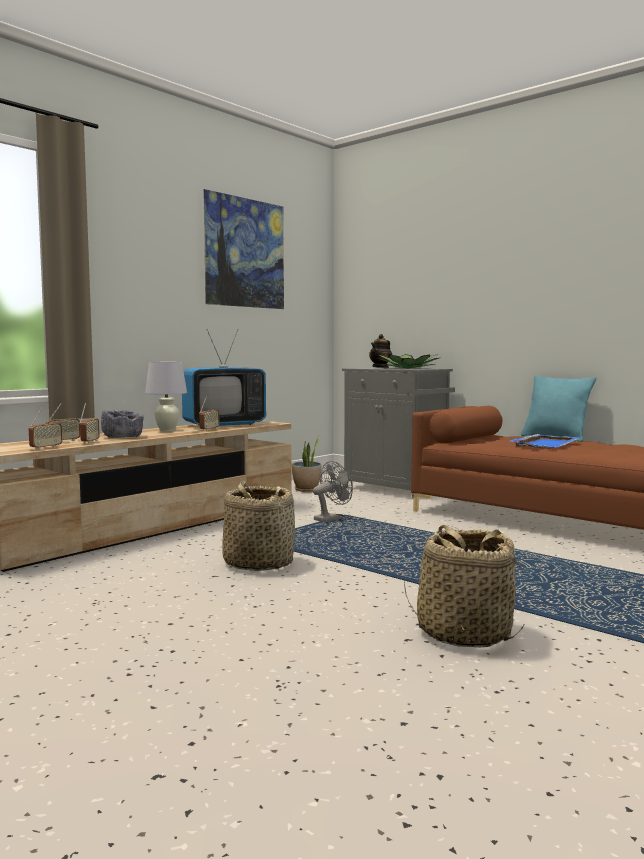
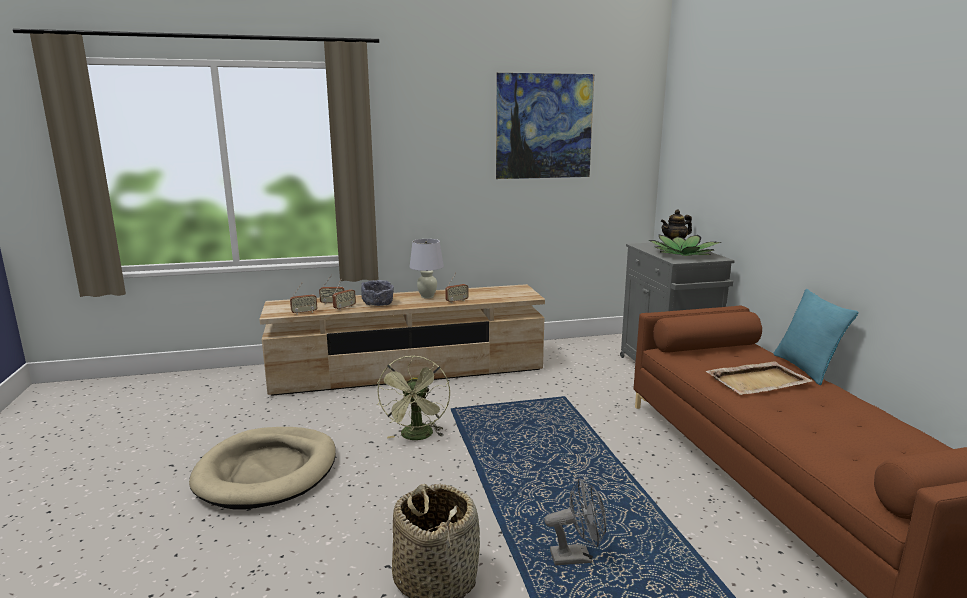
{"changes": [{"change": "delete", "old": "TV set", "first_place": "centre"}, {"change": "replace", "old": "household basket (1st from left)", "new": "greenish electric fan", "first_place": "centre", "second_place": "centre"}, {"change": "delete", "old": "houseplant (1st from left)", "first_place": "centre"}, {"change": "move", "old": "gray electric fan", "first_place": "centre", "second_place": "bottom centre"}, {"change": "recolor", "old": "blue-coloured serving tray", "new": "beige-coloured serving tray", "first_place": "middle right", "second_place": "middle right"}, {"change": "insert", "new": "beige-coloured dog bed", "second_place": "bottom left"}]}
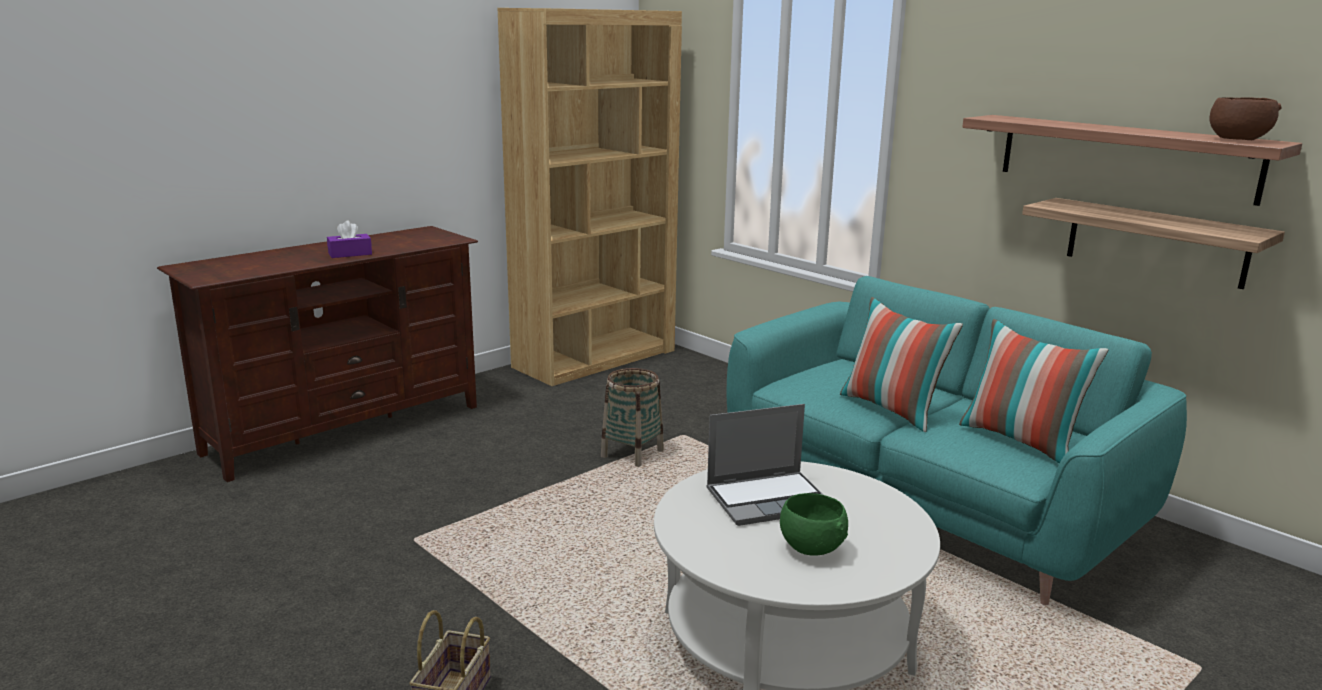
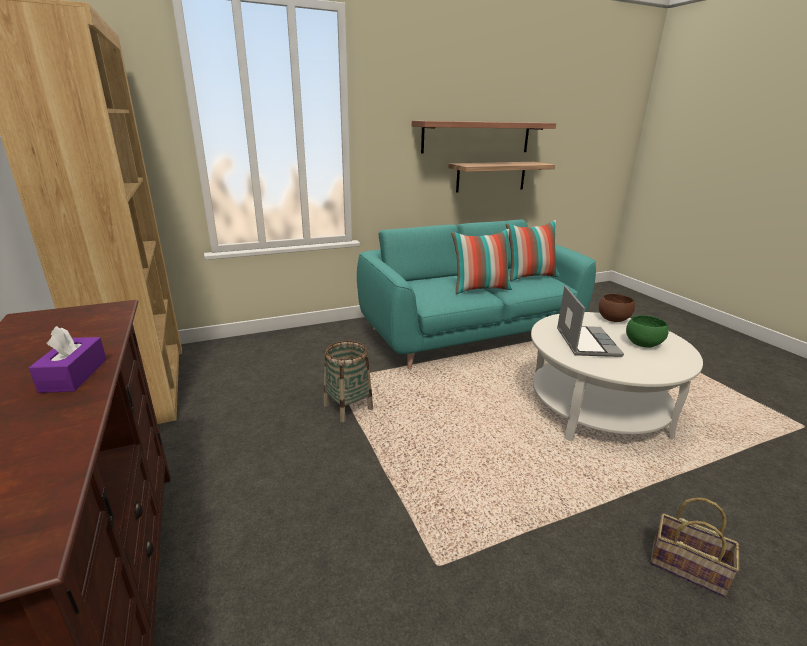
{"changes": [{"change": "move", "old": "brownish serving bowl", "first_place": "top right", "second_place": "middle right"}]}
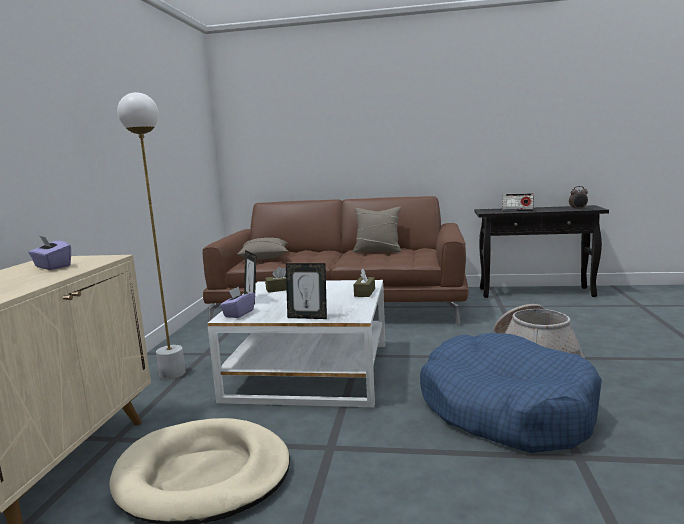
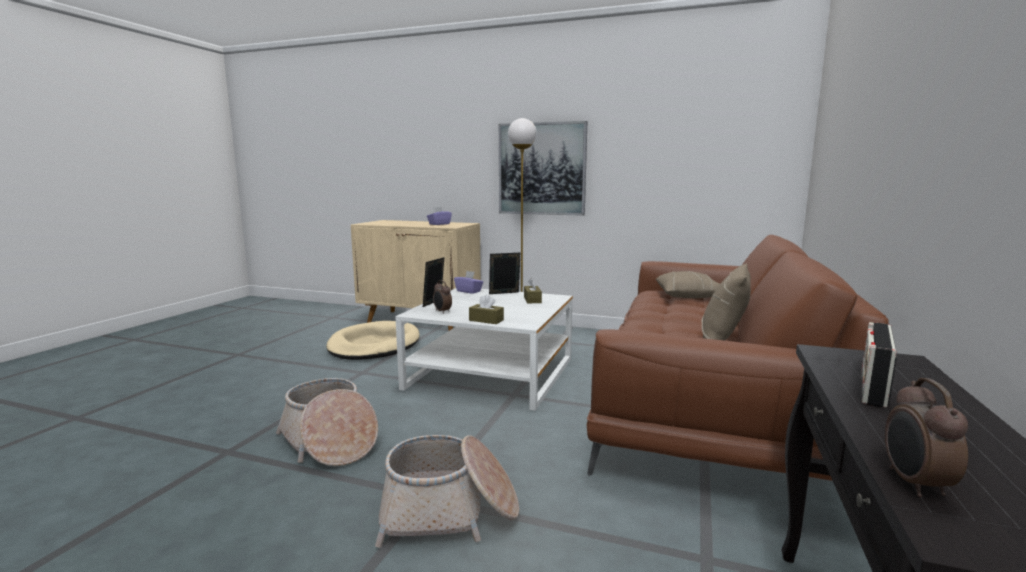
{"changes": [{"change": "replace", "old": "blue-coloured dog bed", "new": "household basket (1st from left)", "first_place": "bottom right", "second_place": "bottom left"}, {"change": "insert", "new": "alarm clock (1st from left)", "second_place": "centre"}, {"change": "insert", "new": "wall picture", "second_place": "top centre"}]}
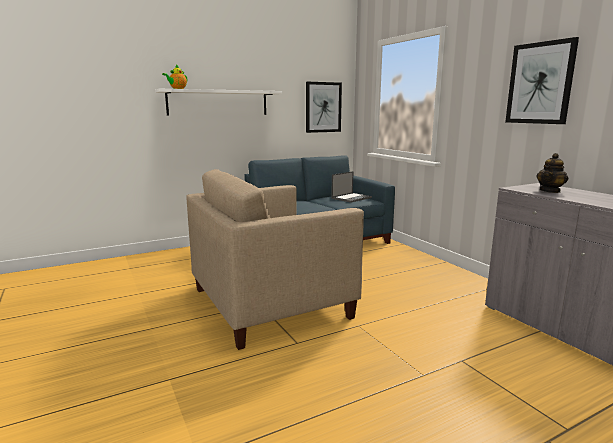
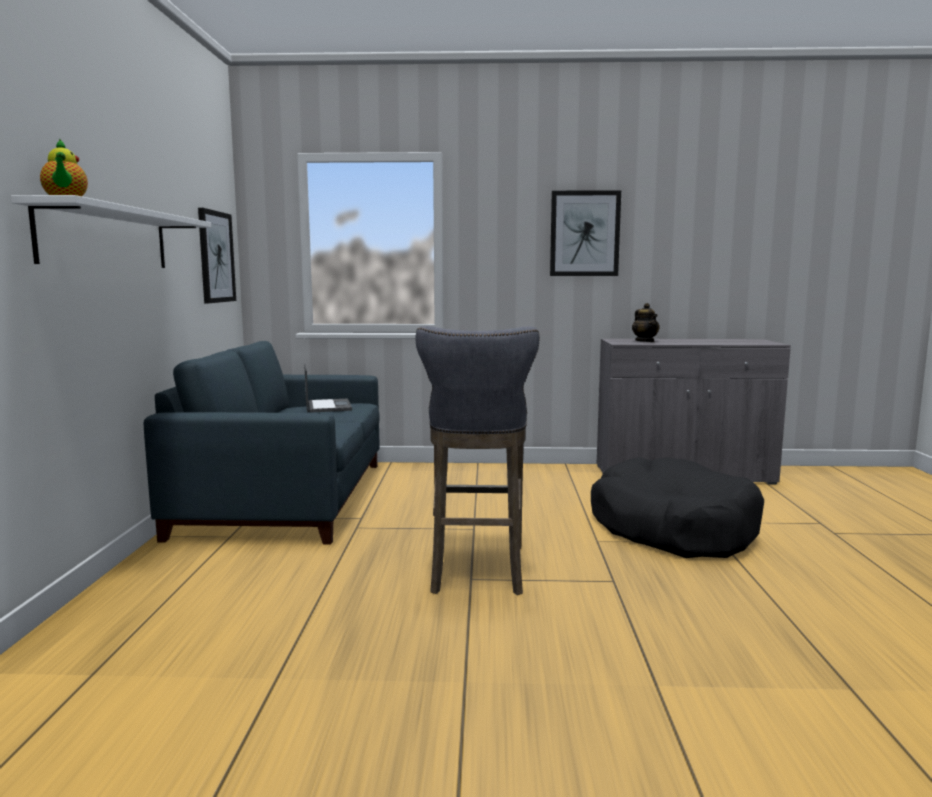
{"changes": [{"change": "replace", "old": "beige-coloured armchair", "new": "gray stool", "first_place": "centre", "second_place": "centre"}, {"change": "insert", "new": "blackish dog bed", "second_place": "middle right"}]}
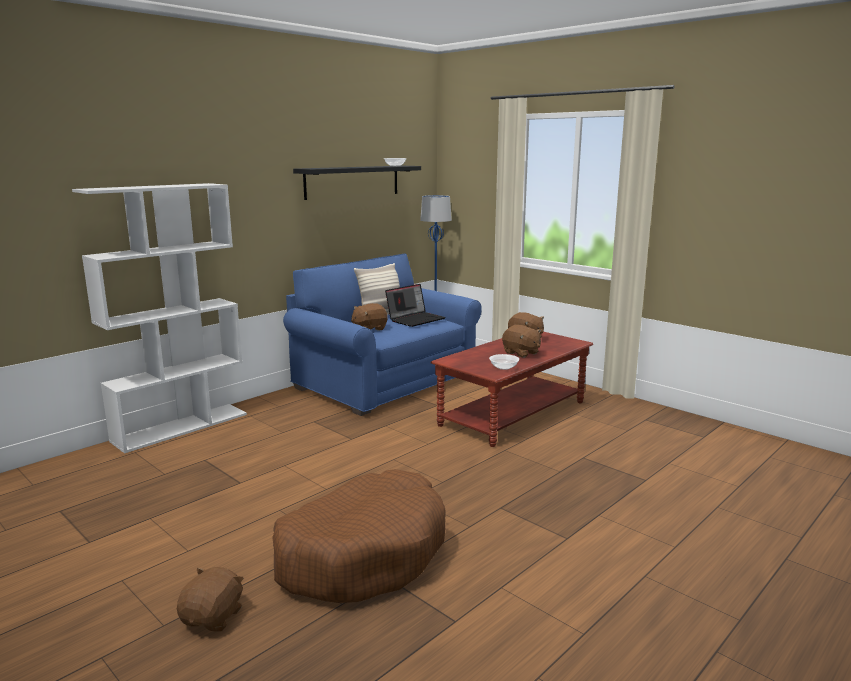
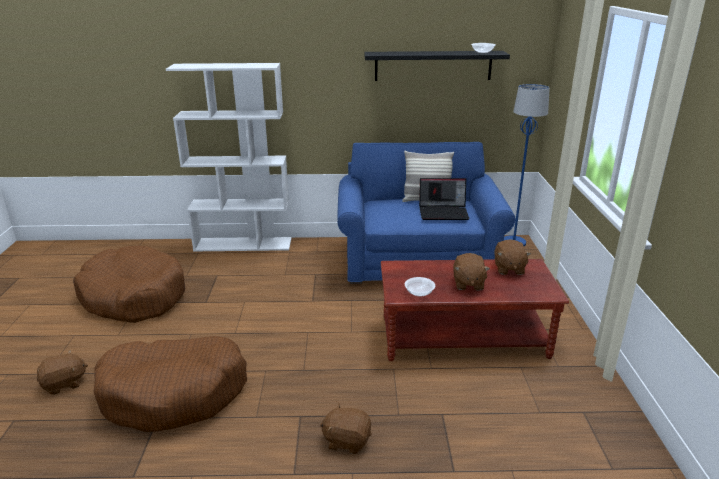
{"changes": [{"change": "move", "old": "brownish plush toy (2nd from left)", "first_place": "centre", "second_place": "bottom centre"}, {"change": "insert", "new": "brownish dog bed (1st from left)", "second_place": "middle left"}]}
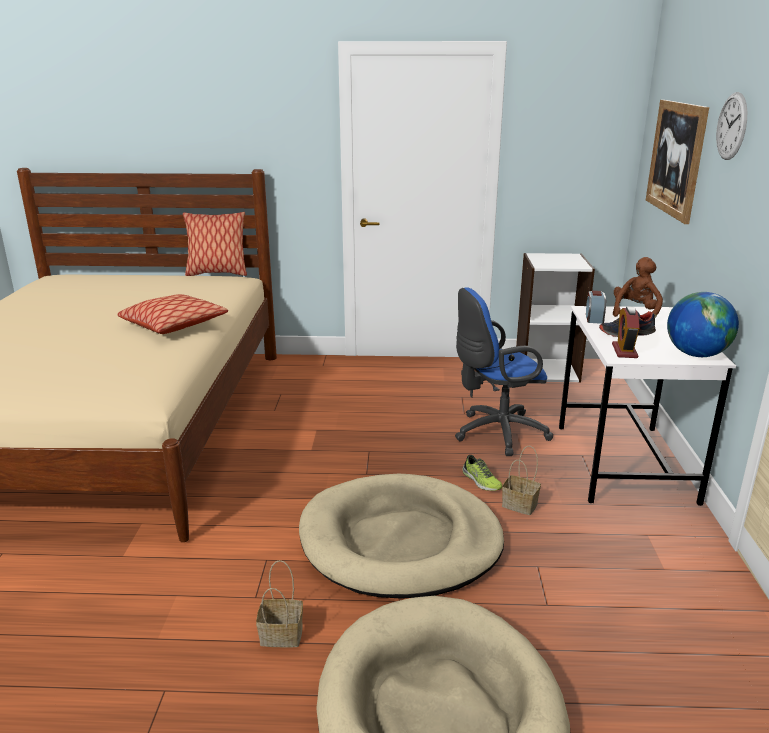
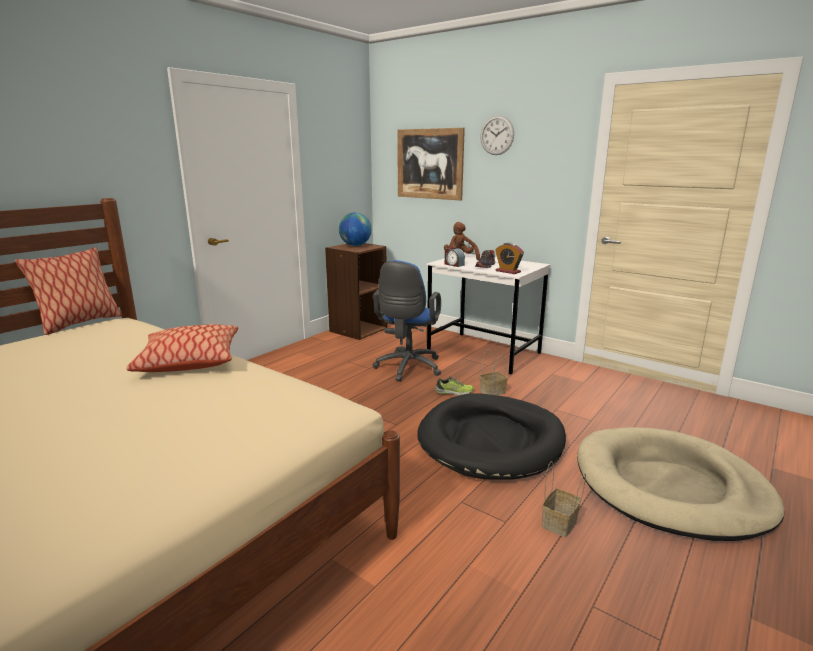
{"changes": [{"change": "recolor", "old": "beige-coloured dog bed (1st from left)", "new": "blackish dog bed", "first_place": "bottom centre", "second_place": "bottom centre"}, {"change": "recolor", "old": "white bookshelf", "new": "brownish bookshelf", "first_place": "middle right", "second_place": "centre"}, {"change": "move", "old": "world globe", "first_place": "middle right", "second_place": "centre"}]}
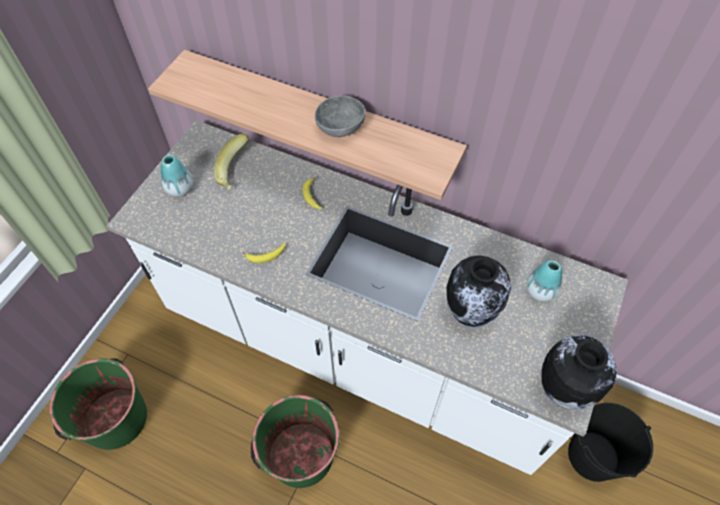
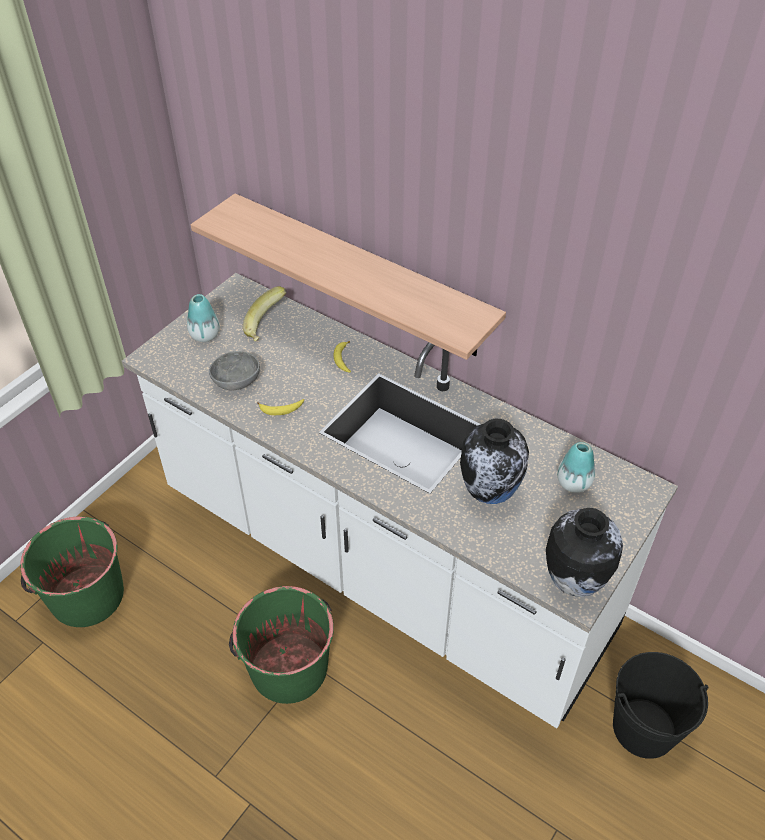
{"changes": [{"change": "move", "old": "gray serving bowl", "first_place": "top centre", "second_place": "middle left"}]}
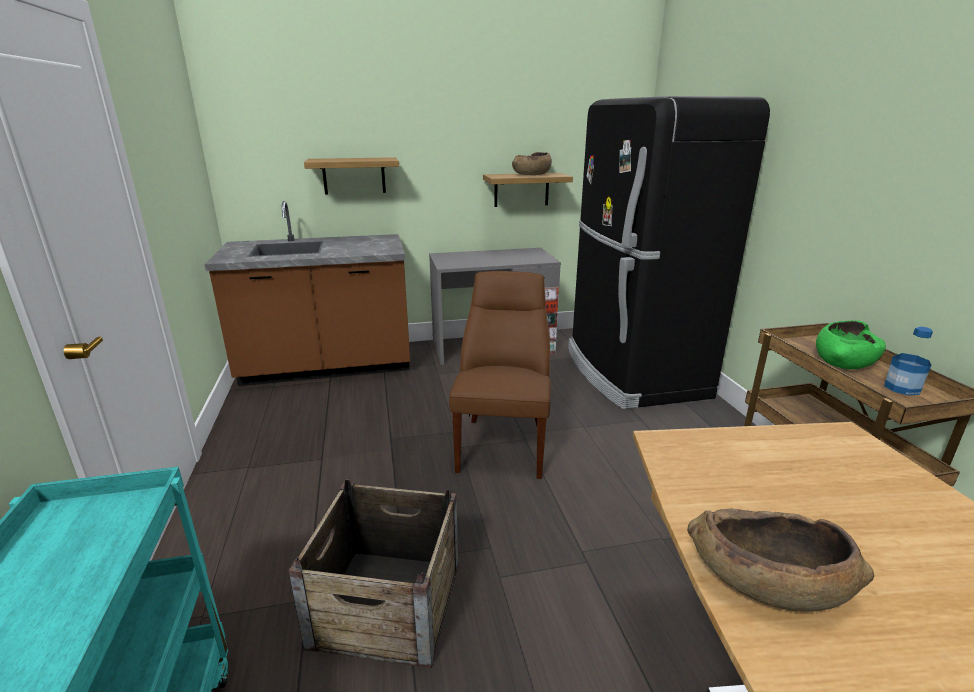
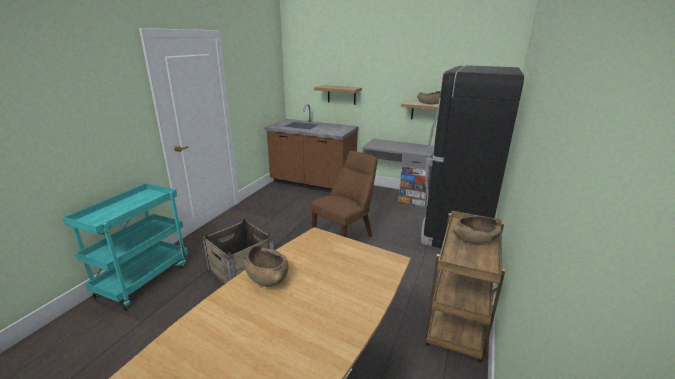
{"changes": [{"change": "recolor", "old": "greenish serving bowl", "new": "brownish serving bowl (3rd from left)", "first_place": "middle right", "second_place": "middle right"}, {"change": "delete", "old": "beverage bottle", "first_place": "middle right"}]}
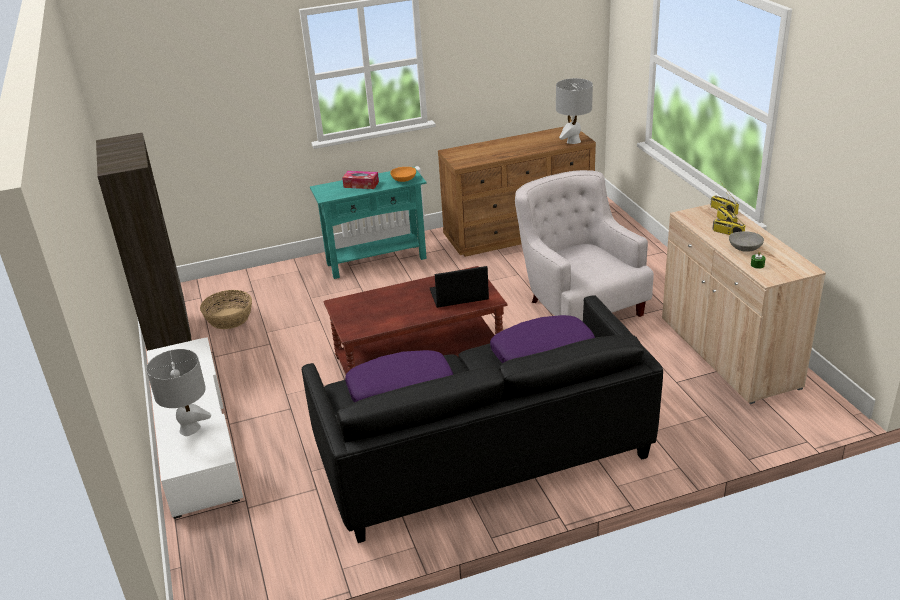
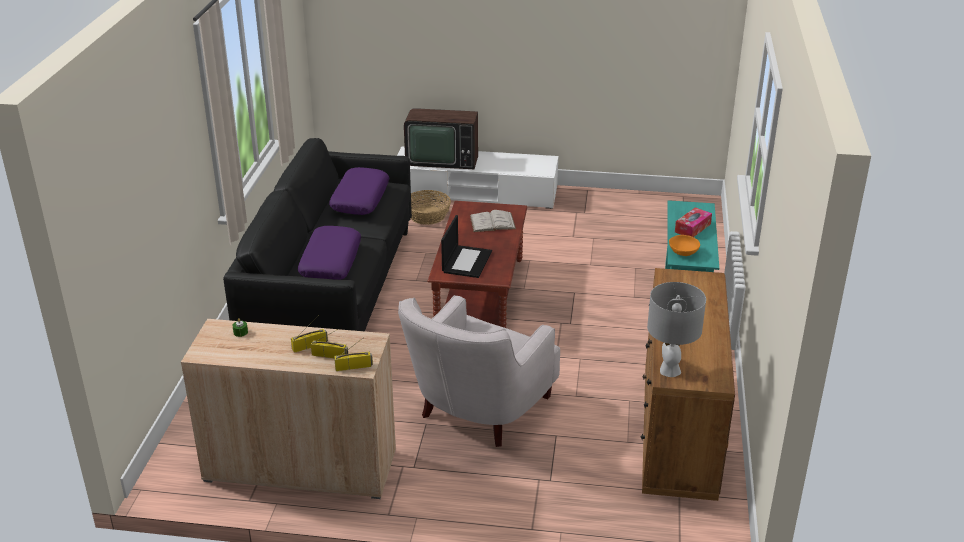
{"changes": [{"change": "delete", "old": "brownish bookshelf", "first_place": "middle left"}, {"change": "replace", "old": "gray tabletop lamp (1st from left)", "new": "TV set", "first_place": "middle left", "second_place": "top centre"}, {"change": "move", "old": "household basket", "first_place": "middle left", "second_place": "centre"}, {"change": "rotate", "old": "white armchair", "first_place": "centre", "second_place": "bottom centre", "degrees": 120}, {"change": "delete", "old": "gray serving bowl", "first_place": "middle right"}, {"change": "insert", "new": "white book", "second_place": "centre"}]}
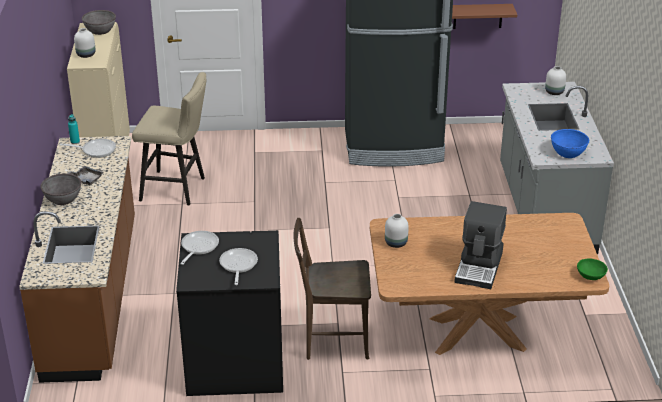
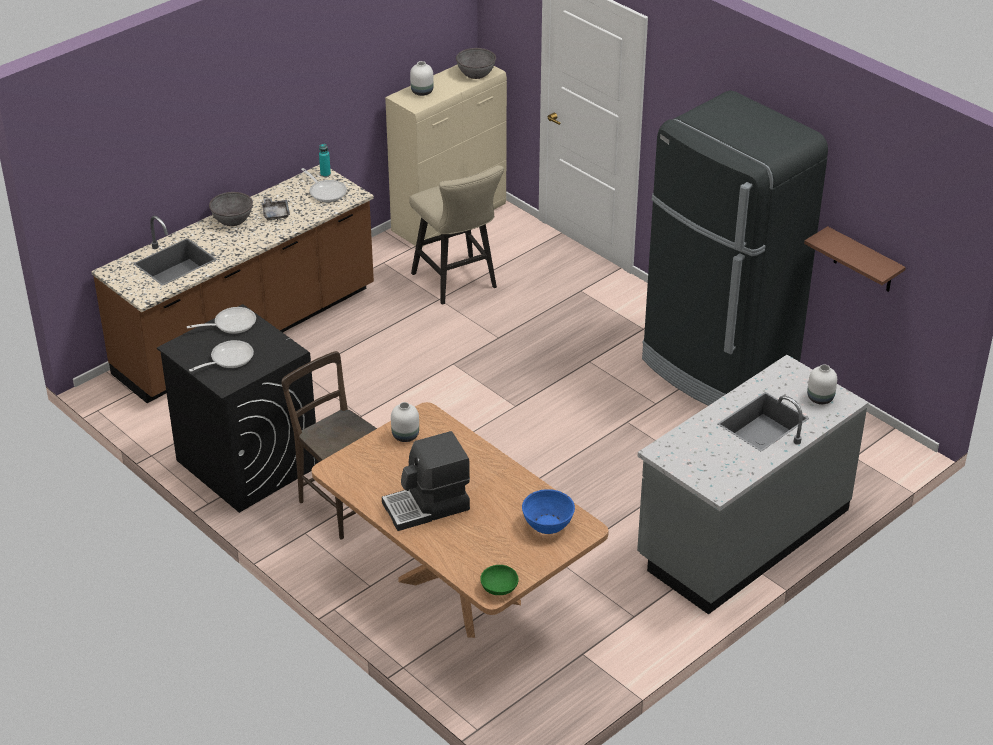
{"changes": [{"change": "move", "old": "blue-coloured serving bowl", "first_place": "middle right", "second_place": "bottom centre"}]}
